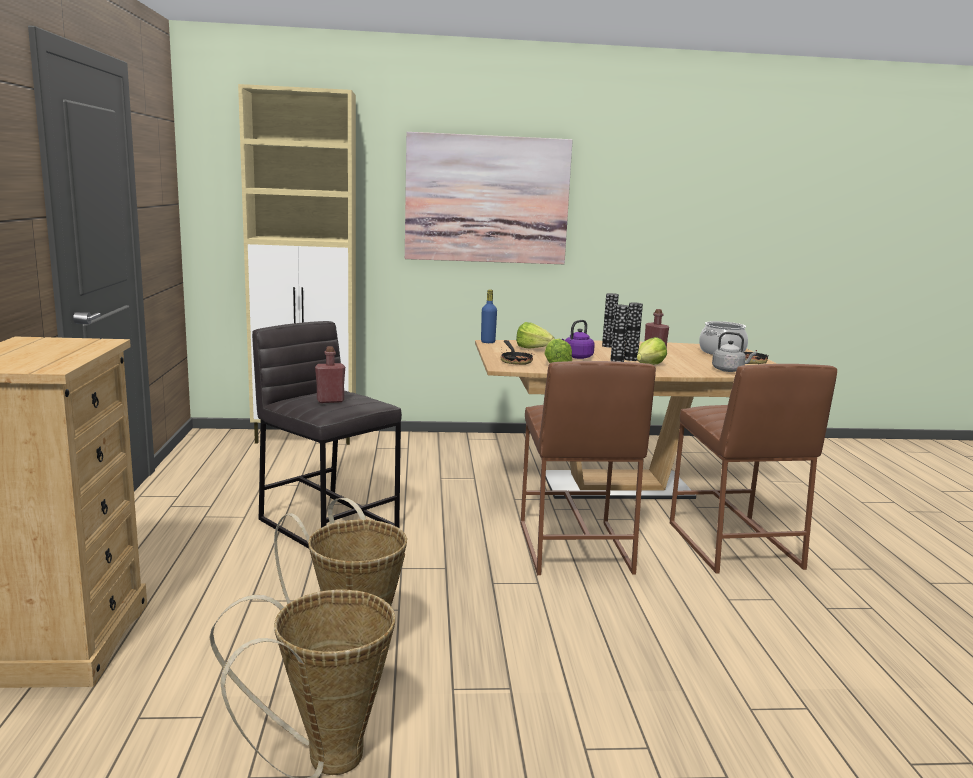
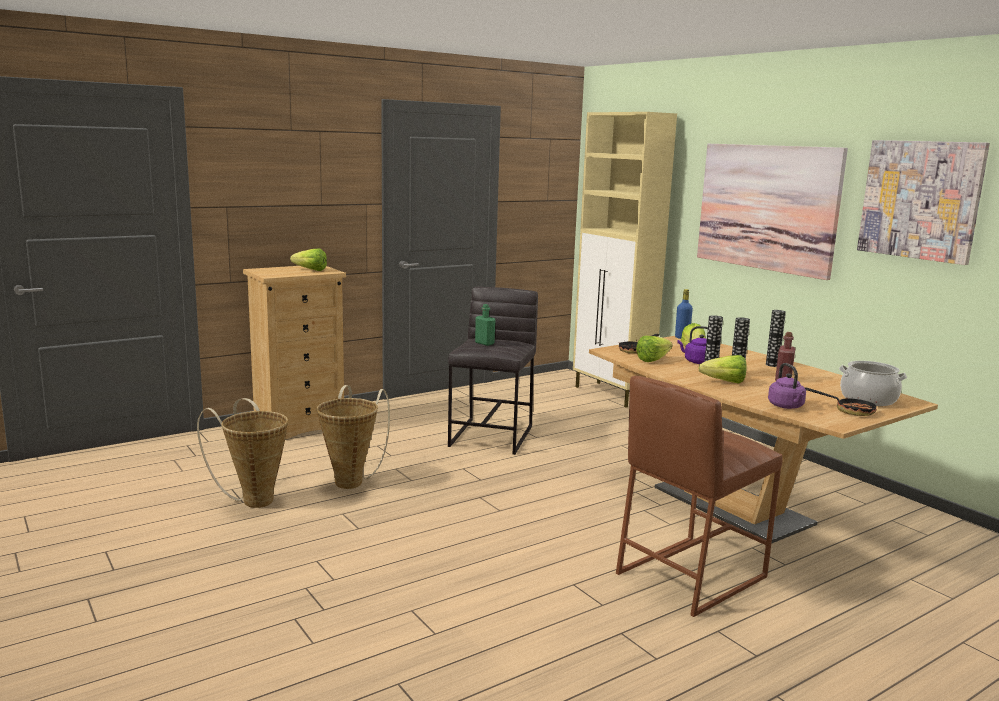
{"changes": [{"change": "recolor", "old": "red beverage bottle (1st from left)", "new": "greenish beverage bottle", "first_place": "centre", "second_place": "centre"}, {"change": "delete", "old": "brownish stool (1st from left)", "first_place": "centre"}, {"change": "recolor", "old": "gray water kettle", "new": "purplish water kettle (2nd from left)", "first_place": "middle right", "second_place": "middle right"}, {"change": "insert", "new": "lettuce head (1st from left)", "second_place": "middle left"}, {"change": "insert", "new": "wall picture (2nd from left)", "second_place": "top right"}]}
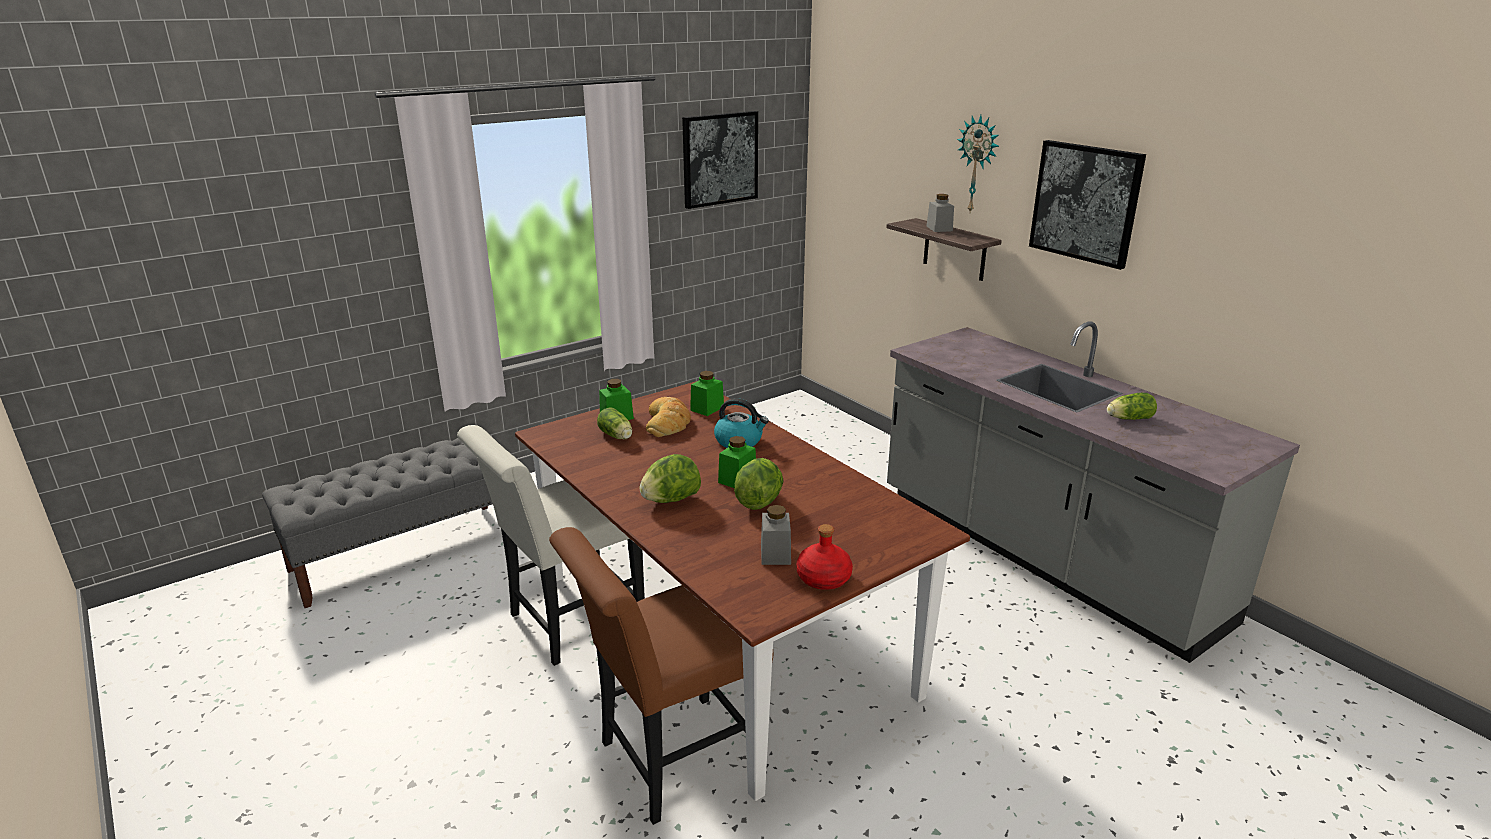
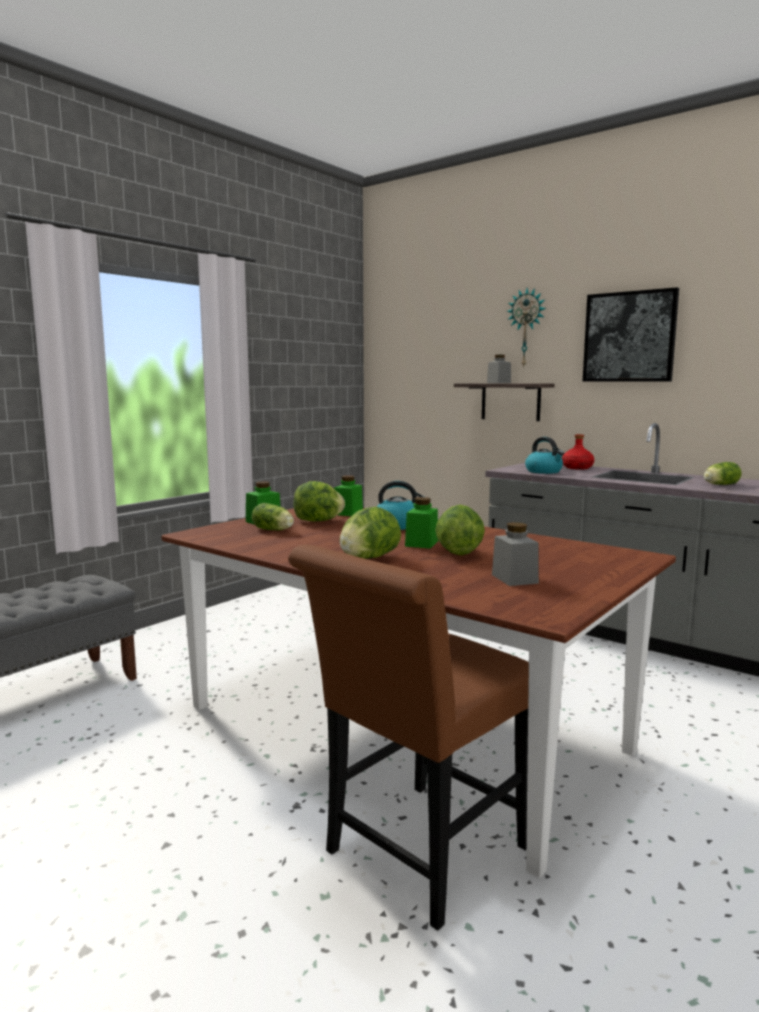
{"changes": [{"change": "delete", "old": "white plain chair", "first_place": "centre"}, {"change": "replace", "old": "bread", "new": "lettuce head (2nd from left)", "first_place": "centre", "second_place": "centre"}, {"change": "delete", "old": "wall picture (1st from left)", "first_place": "top centre"}, {"change": "move", "old": "red beverage bottle", "first_place": "centre", "second_place": "middle right"}, {"change": "insert", "new": "water kettle (2nd from left)", "second_place": "middle right"}]}
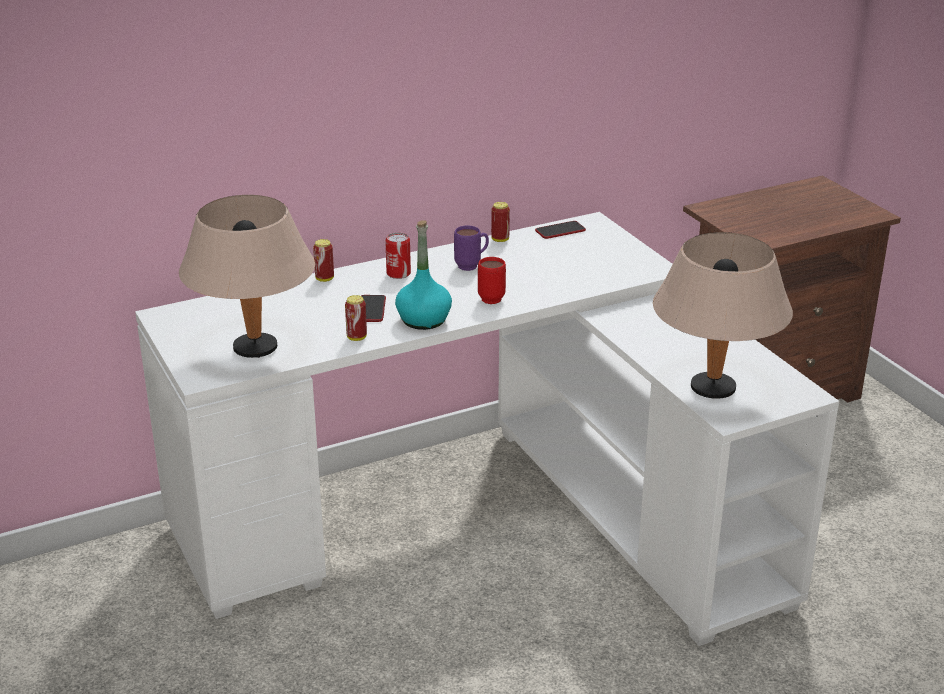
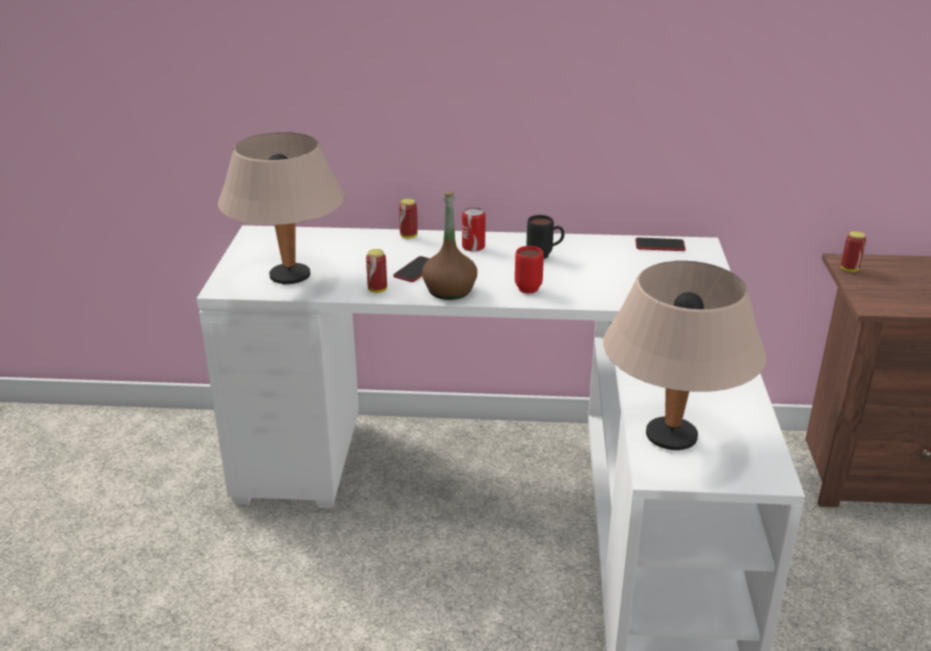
{"changes": [{"change": "recolor", "old": "turquoise beverage bottle", "new": "brownish beverage bottle", "first_place": "centre", "second_place": "centre"}, {"change": "recolor", "old": "purplish tea mug", "new": "blackish tea mug", "first_place": "centre", "second_place": "centre"}, {"change": "move", "old": "metal can (4th from left)", "first_place": "top centre", "second_place": "middle right"}]}
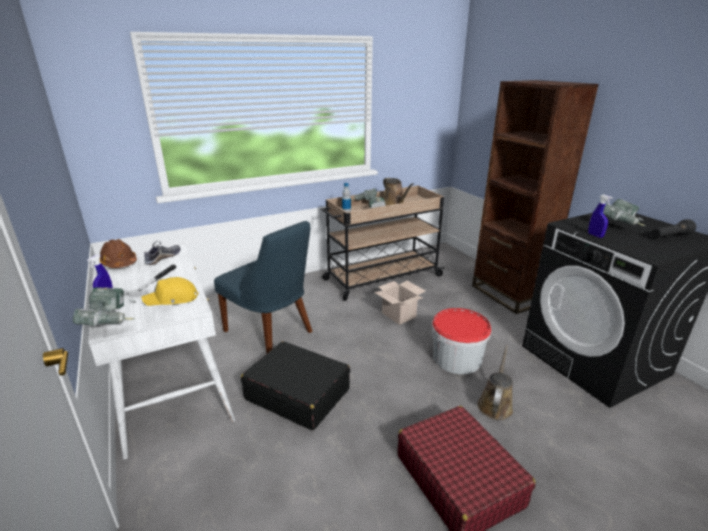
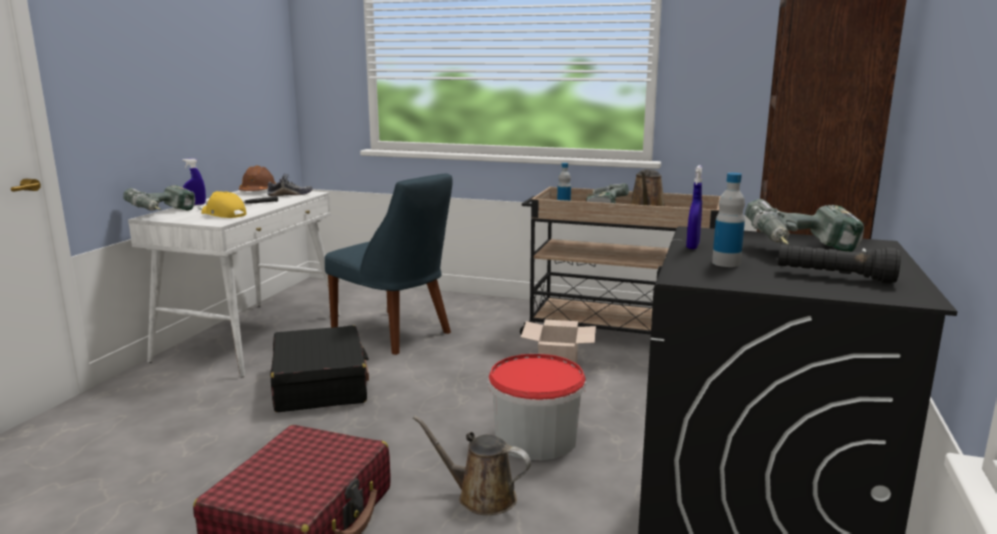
{"changes": [{"change": "rotate", "old": "blue-coloured plain chair", "first_place": "centre", "second_place": "centre", "degrees": -45}, {"change": "rotate", "old": "brownish sprinkling can (2nd from left in the first image)", "first_place": "bottom right", "second_place": "bottom centre", "degrees": -135}, {"change": "insert", "new": "beverage bottle (2nd from left)", "second_place": "middle right"}]}
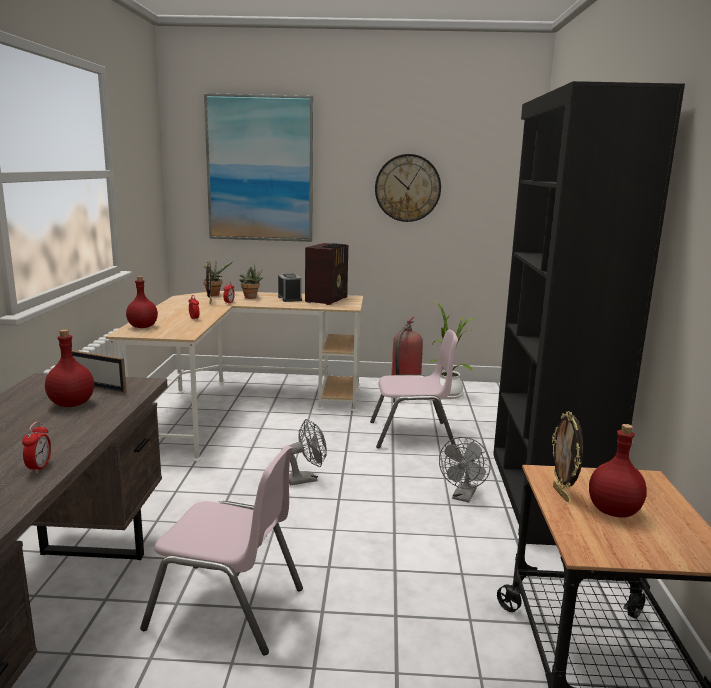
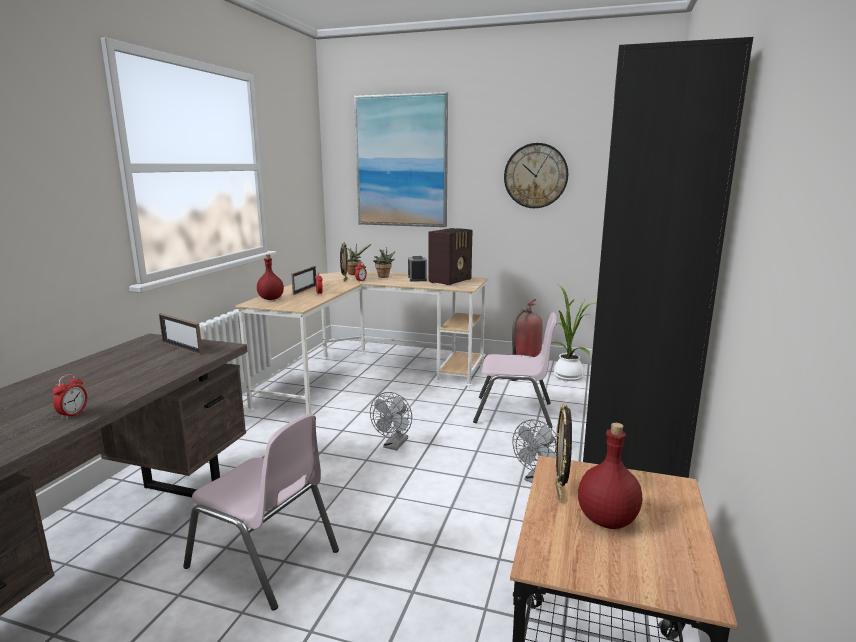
{"changes": [{"change": "delete", "old": "red beverage bottle (1st from left)", "first_place": "middle left"}, {"change": "rotate", "old": "gray electric fan (1st from left)", "first_place": "centre", "second_place": "centre", "degrees": 120}, {"change": "insert", "new": "standing frame (2nd from left)", "second_place": "centre"}]}
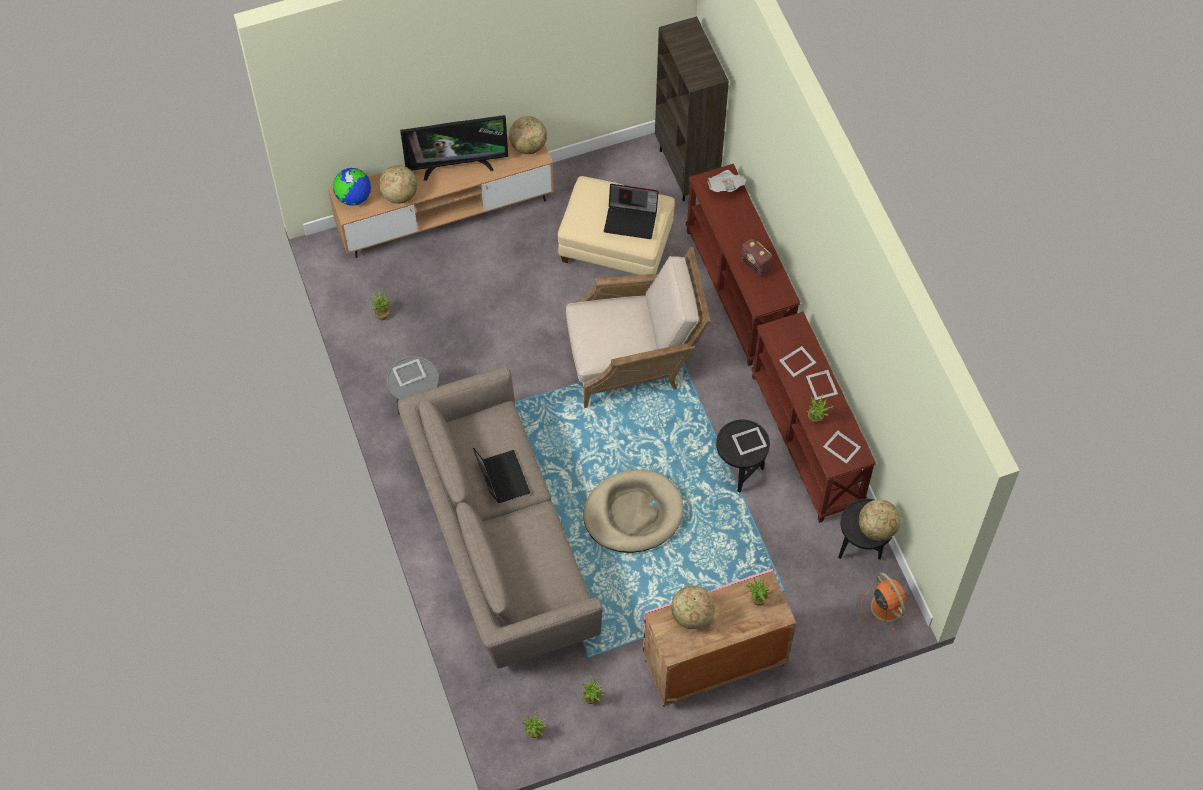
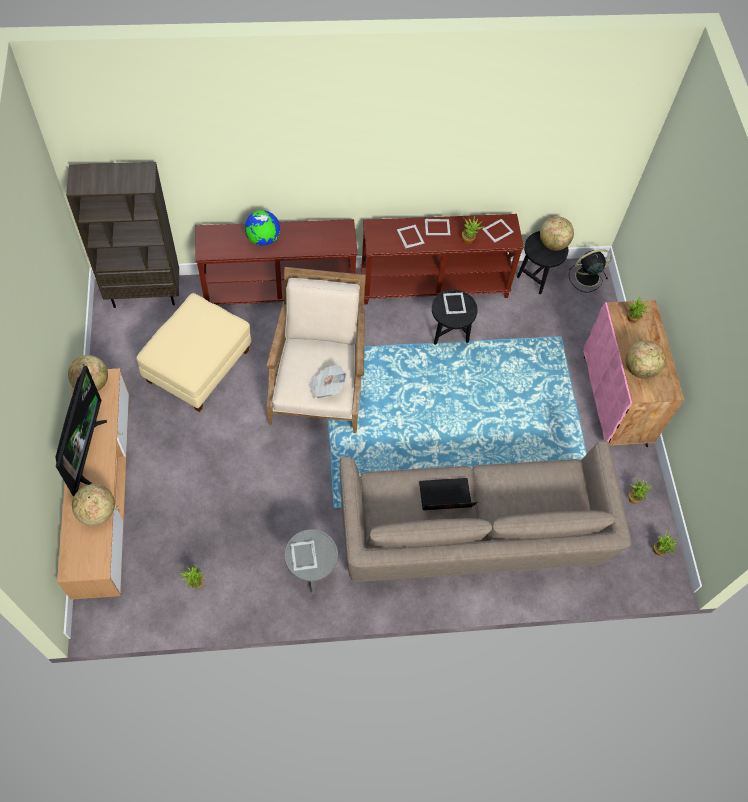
{"changes": [{"change": "move", "old": "world globe (1st from left in the first image)", "new": "world globe (3rd from left)", "first_place": "top left", "second_place": "top centre"}, {"change": "delete", "old": "beige-coloured dog bed", "first_place": "centre"}, {"change": "delete", "old": "laptop (2nd from left)", "first_place": "top centre"}, {"change": "move", "old": "newspaper", "first_place": "top centre", "second_place": "centre"}, {"change": "delete", "old": "radio set", "first_place": "top centre"}, {"change": "recolor", "old": "orange-coloured electric fan", "new": "blackish electric fan", "first_place": "bottom right", "second_place": "middle right"}]}
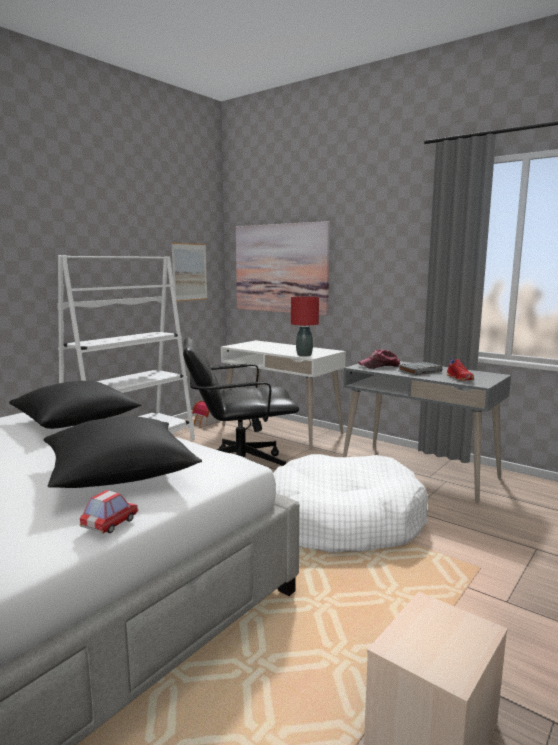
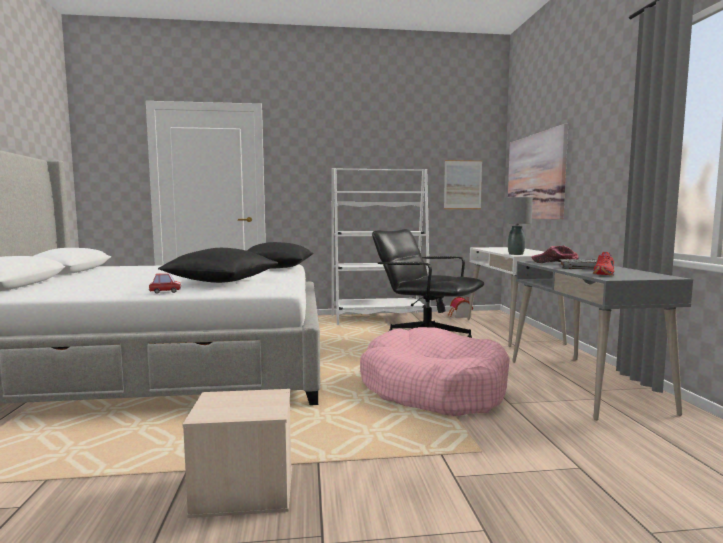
{"changes": [{"change": "recolor", "old": "white dog bed", "new": "pinkish dog bed", "first_place": "bottom centre", "second_place": "bottom centre"}, {"change": "recolor", "old": "red tabletop lamp", "new": "gray tabletop lamp", "first_place": "centre", "second_place": "middle right"}]}
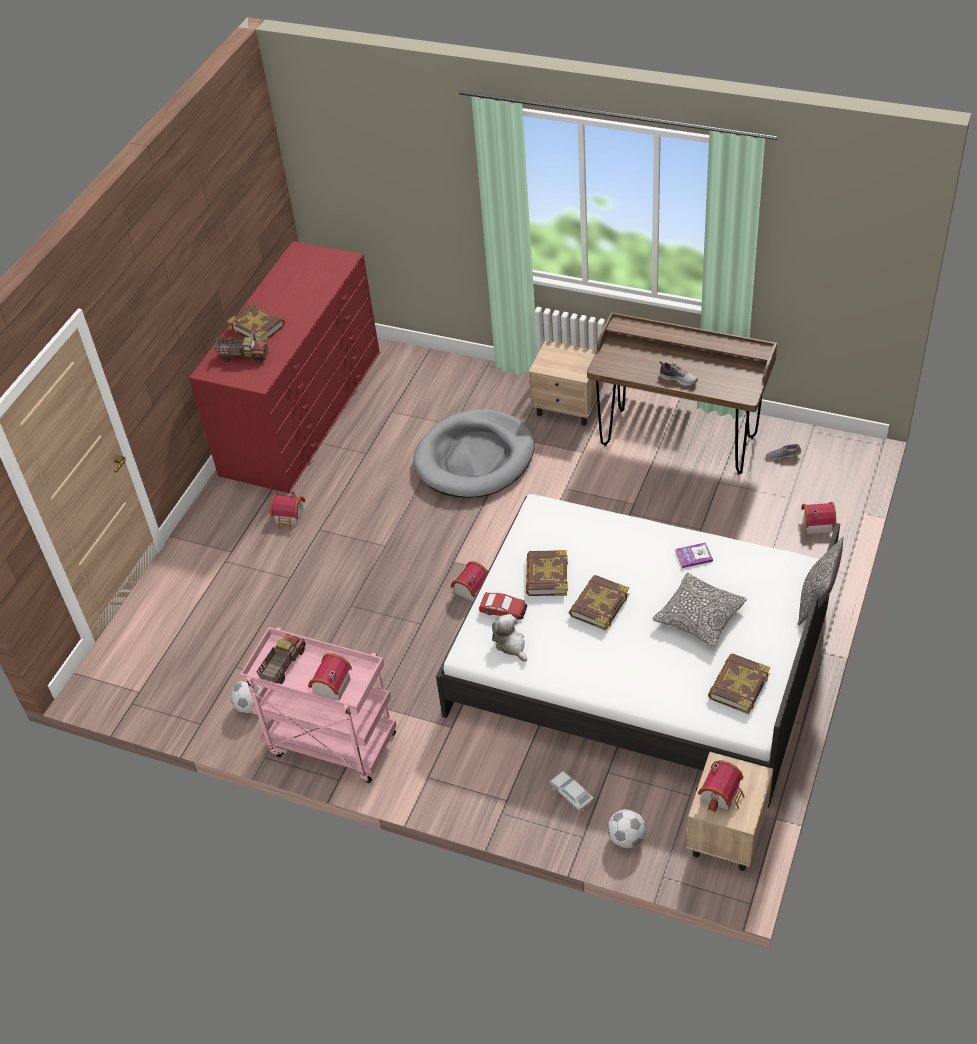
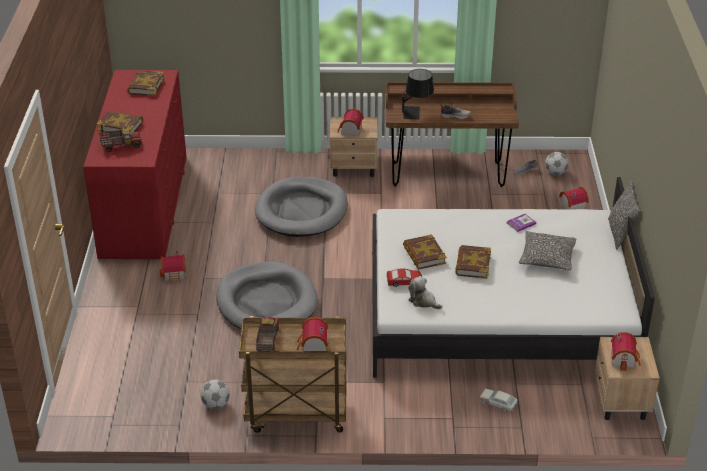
{"changes": [{"change": "recolor", "old": "pinkish trolley", "new": "brownish trolley", "first_place": "bottom left", "second_place": "bottom centre"}, {"change": "move", "old": "miniature house (3rd from left)", "first_place": "centre", "second_place": "top centre"}, {"change": "move", "old": "football ball (2nd from left)", "first_place": "bottom centre", "second_place": "middle right"}, {"change": "move", "old": "book (5th from left in the first image)", "new": "book (2nd from left)", "first_place": "middle right", "second_place": "top left"}, {"change": "insert", "new": "gray dog bed (1st from left)", "second_place": "centre"}, {"change": "insert", "new": "blackish tabletop lamp", "second_place": "top centre"}]}
